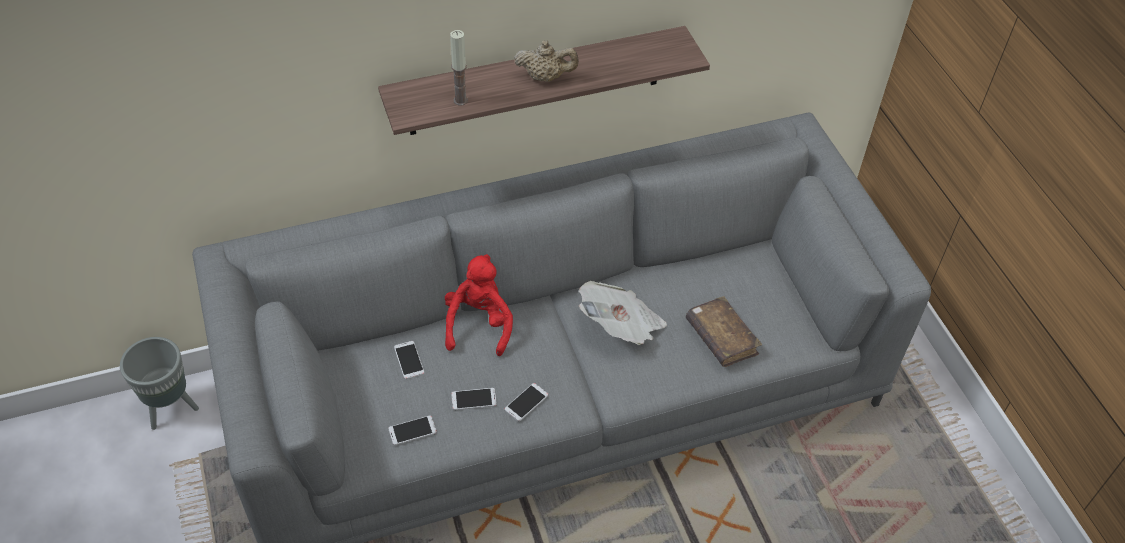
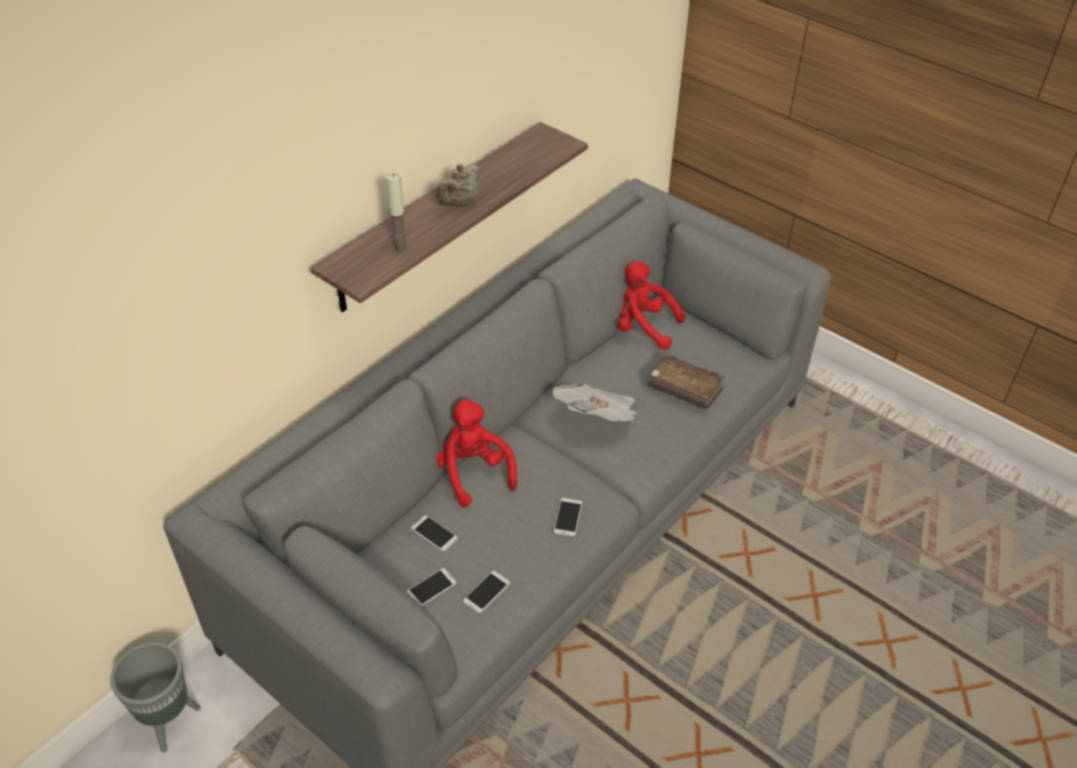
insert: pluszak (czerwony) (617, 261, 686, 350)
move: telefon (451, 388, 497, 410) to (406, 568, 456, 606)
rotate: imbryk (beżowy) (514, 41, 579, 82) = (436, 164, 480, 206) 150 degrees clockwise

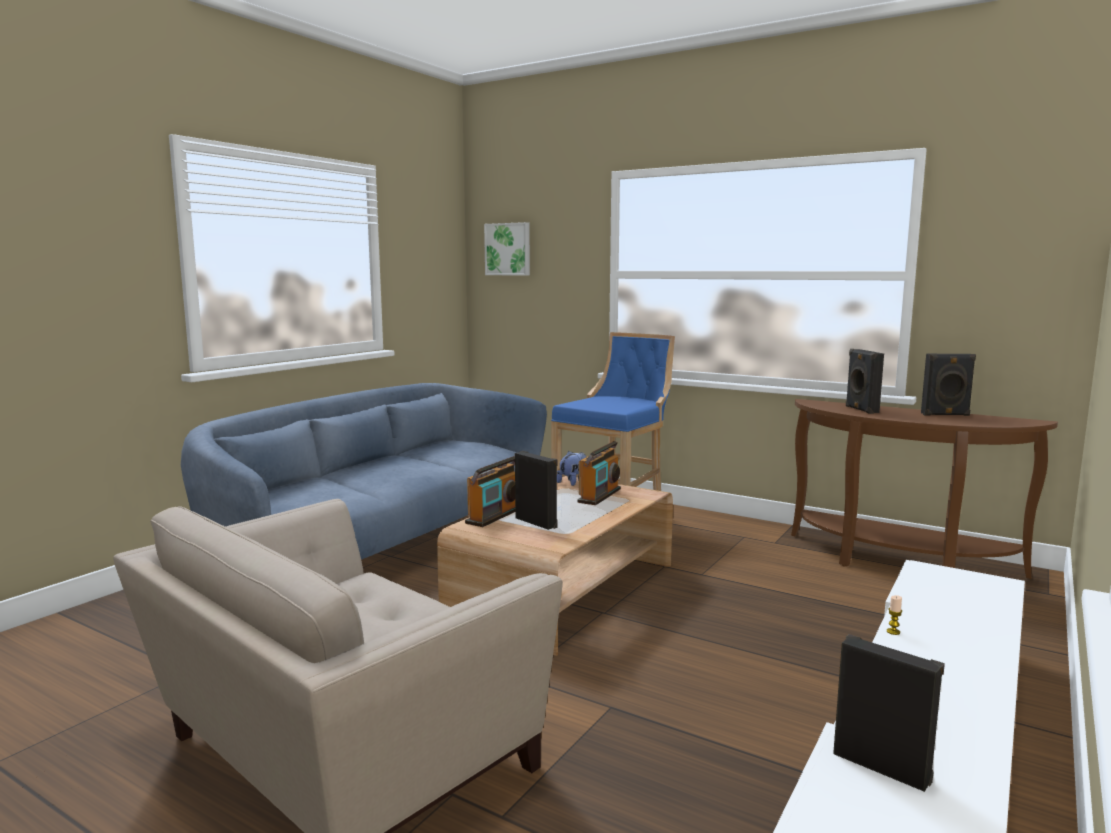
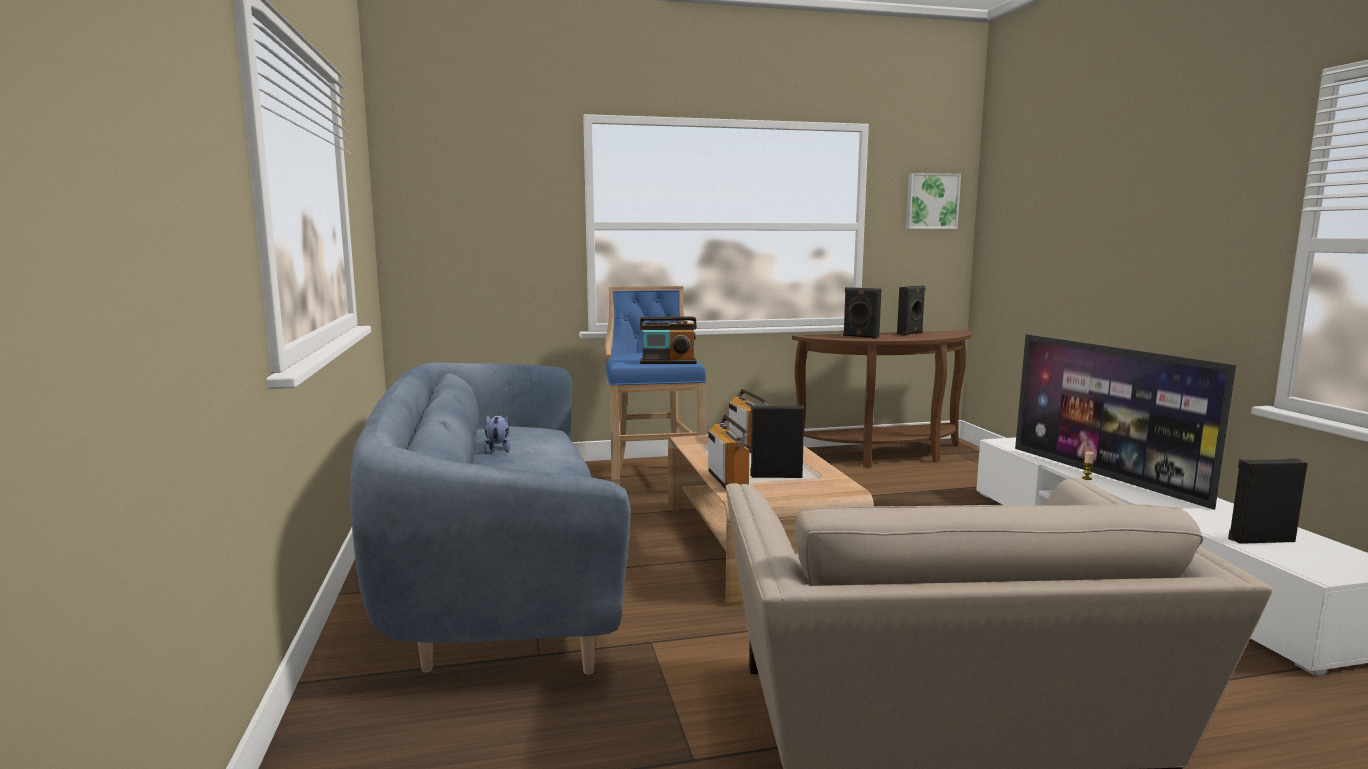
insert: radio (640, 317, 697, 364); telewizor (1015, 334, 1236, 510)
move: obraz (484, 222, 530, 275) to (906, 173, 961, 229); pluszak (557, 451, 586, 486) to (484, 415, 510, 454)

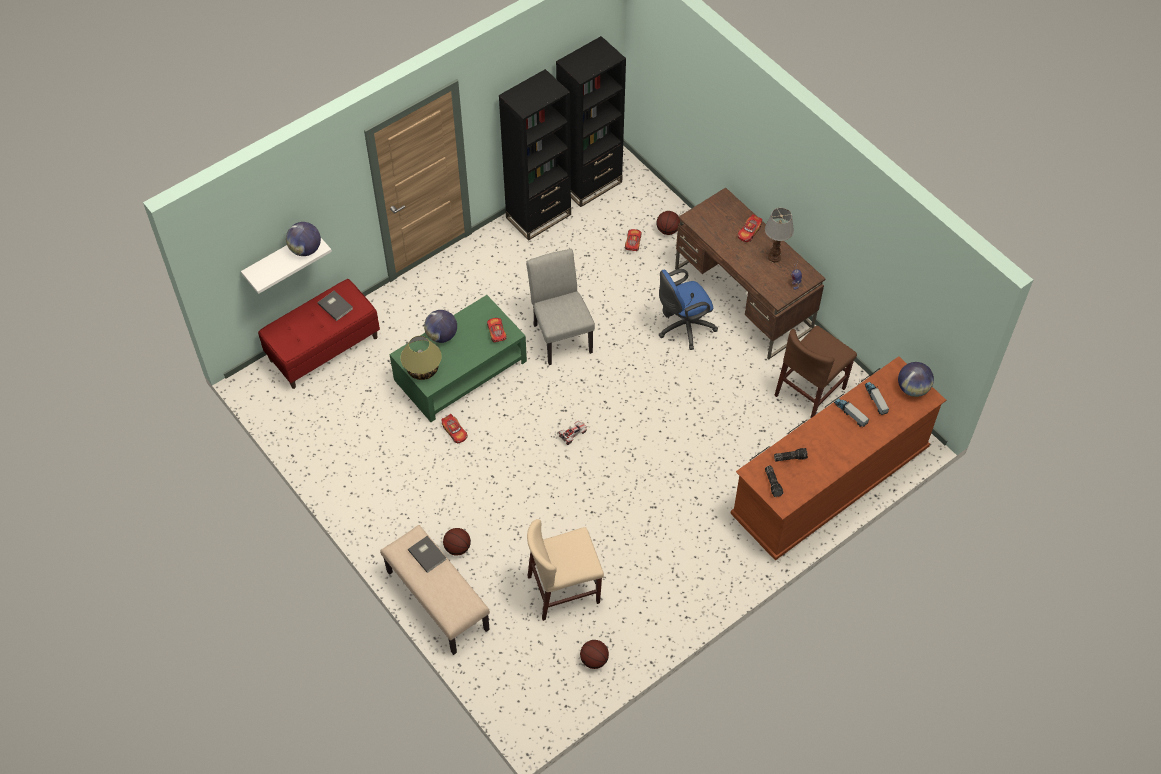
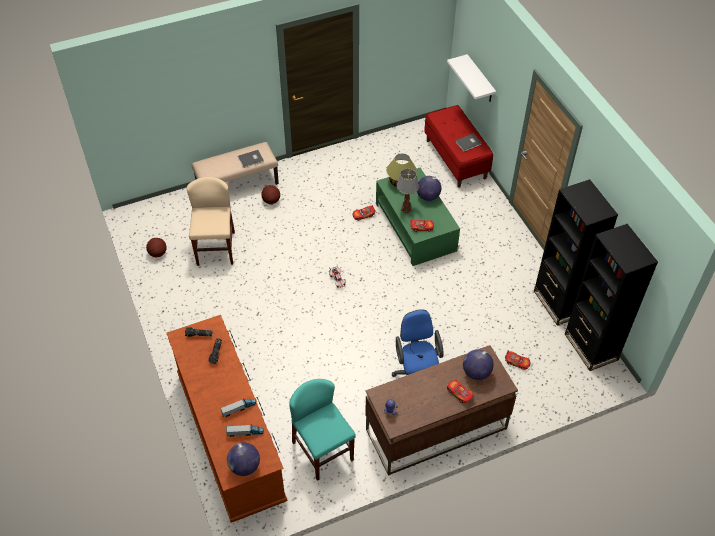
delete: piłka do koszykówki (656, 211, 680, 235); krzesło (szary) (526, 249, 595, 365)
move: lampa stołowa (765, 208, 794, 263) to (396, 169, 419, 213); globus (286, 222, 321, 256) to (463, 349, 494, 380)
recolor: krzesło (brązowy) (774, 326, 857, 419) to krzesło (turkusowy) (289, 379, 356, 481)

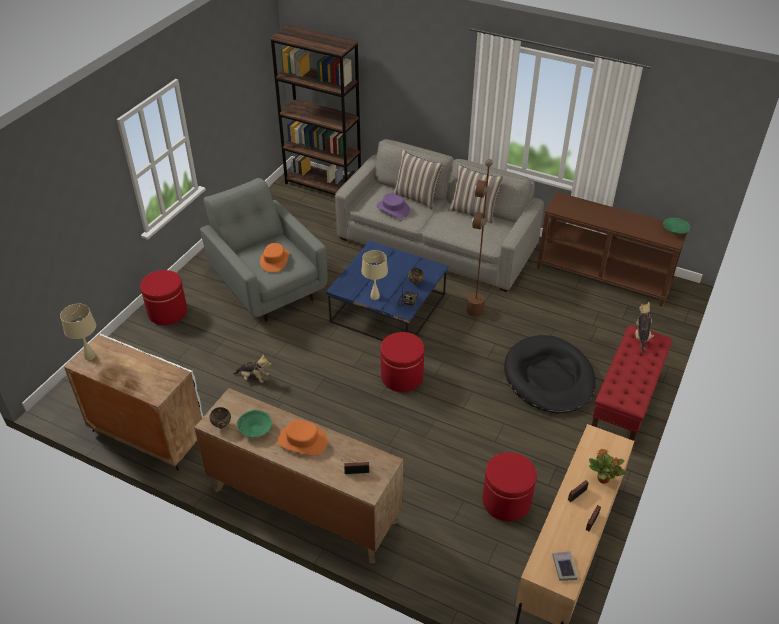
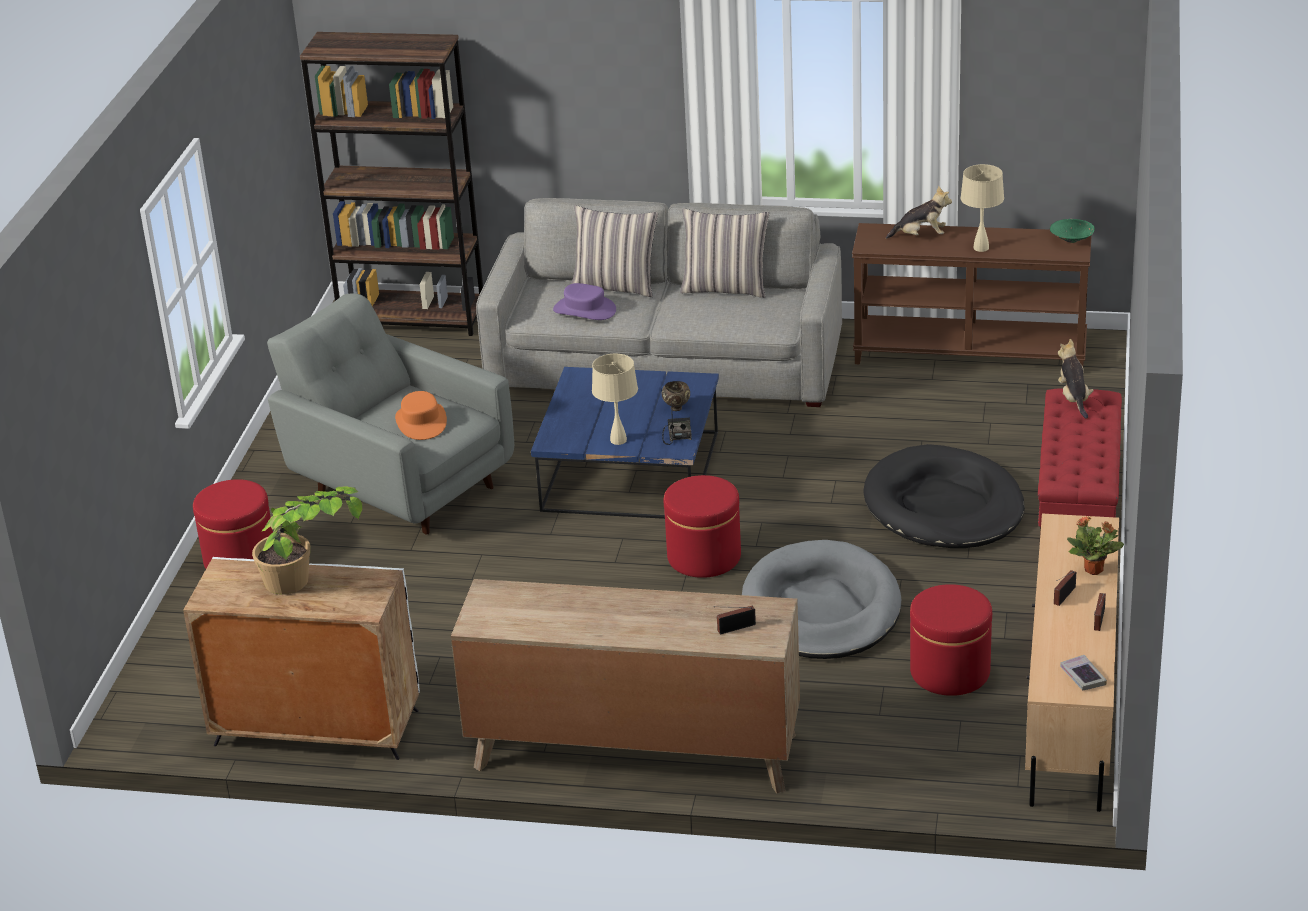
delete: lampa stojąca (brązowy) (467, 159, 640, 317); miska (brązowy) (209, 407, 231, 429); miska (zielony) (237, 410, 272, 437); kapelusz (pomarańczowy) (277, 420, 328, 455)
insert: roślina doniczkowa (252, 486, 362, 595); legowisko (szary) (742, 540, 901, 659)
move: lampa stołowa (beżowy) (60, 304, 96, 360) to (960, 164, 1004, 252); pluszak (233, 354, 271, 383) to (886, 185, 952, 239)

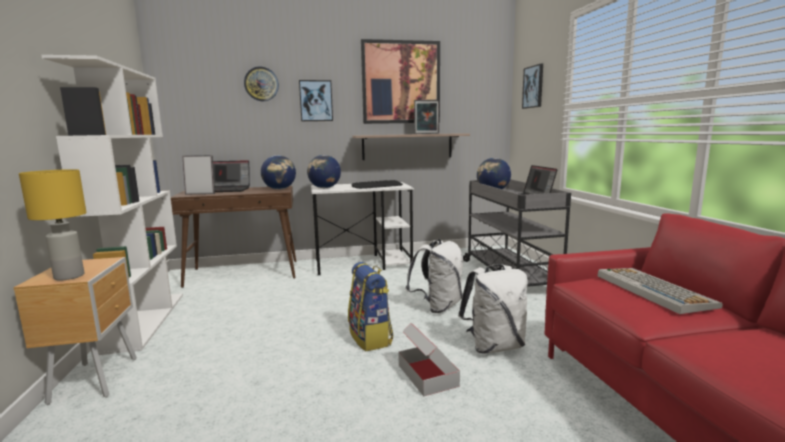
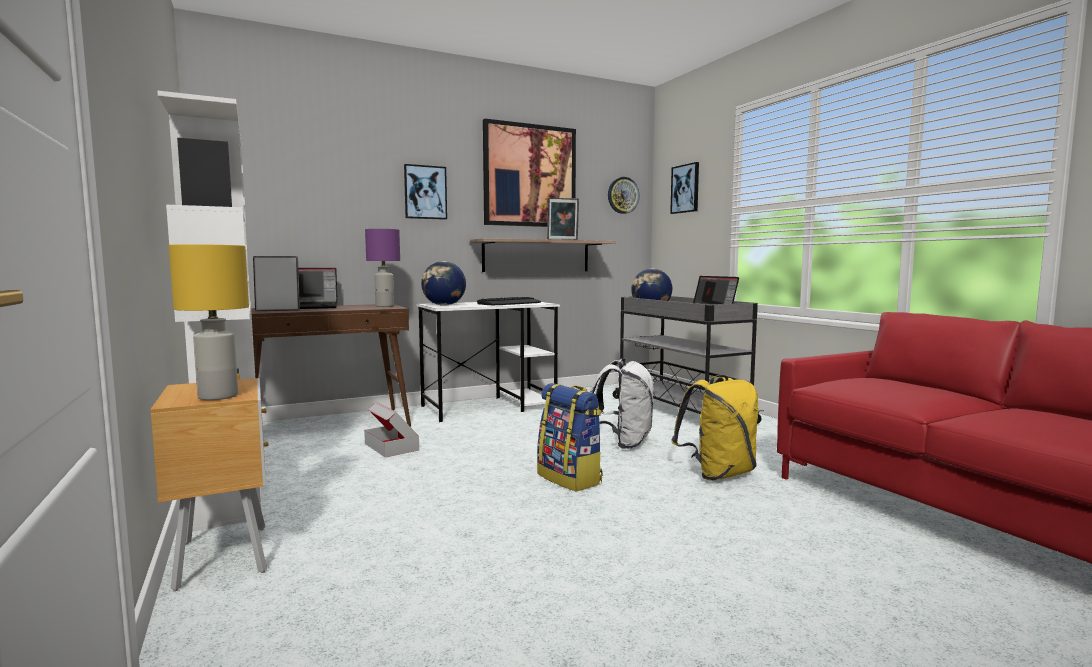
delete: klawiatura (598, 268, 723, 314)
move: zegar ścienny (244, 67, 279, 101) to (608, 177, 640, 214); karton (398, 323, 460, 396) to (364, 402, 419, 457)
replace: globus (261, 155, 296, 190) to lampa stołowa (fioletowy) (365, 229, 400, 307)
recolor: plecak (biały) (458, 264, 528, 354) to plecak (żółty) (671, 375, 759, 481)

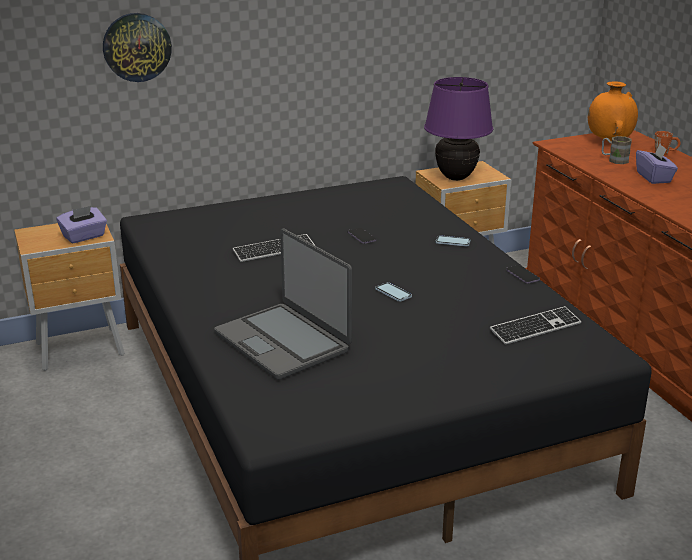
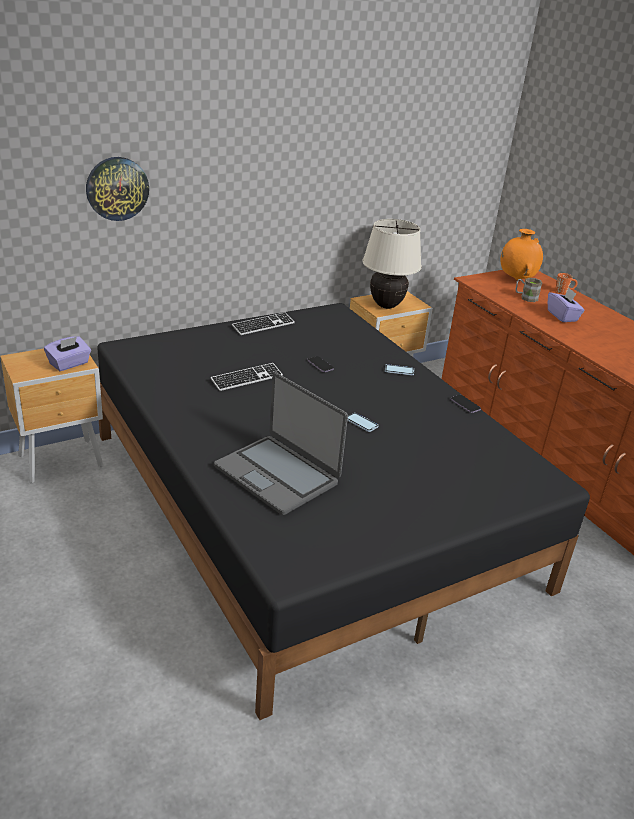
move: klawiatura (490, 306, 582, 345) to (232, 312, 295, 335)
recolor: lampa stołowa (fioletowy) (424, 77, 493, 181) to lampa stołowa (beżowy) (362, 219, 422, 309)

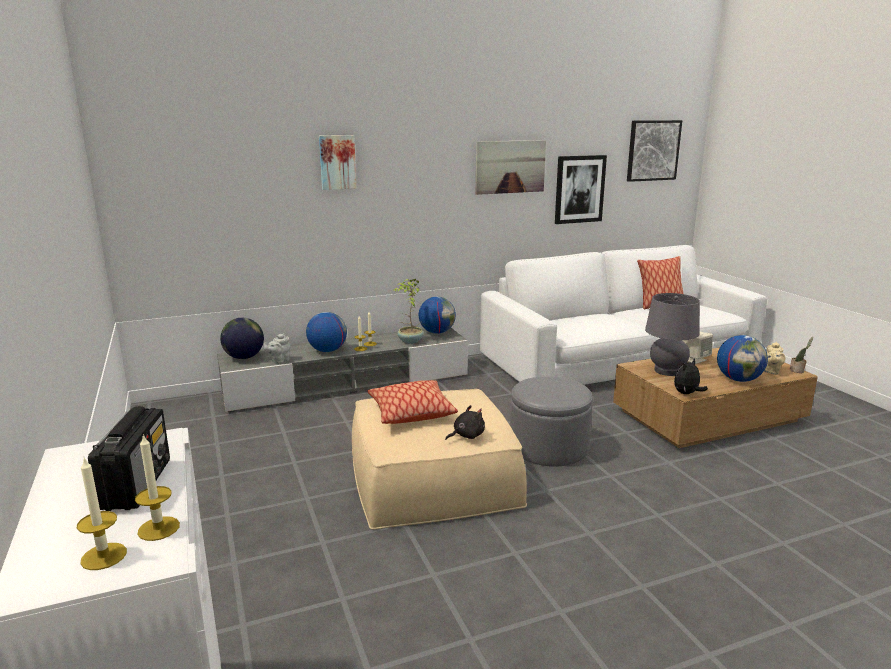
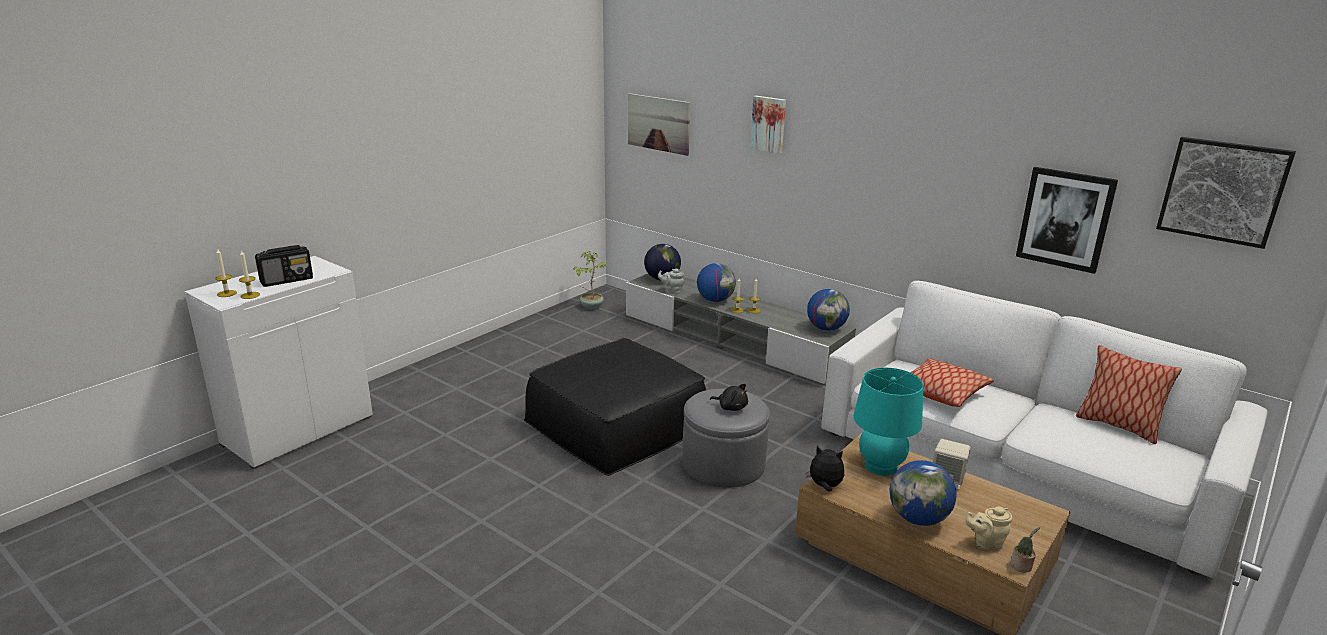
move: obraz (476, 140, 546, 195) to (628, 93, 690, 156); roślina doniczkowa (394, 279, 423, 344) to (573, 251, 606, 309); poduszka (367, 380, 458, 424) to (910, 358, 994, 407); pluszak (czarny) (445, 405, 485, 440) to (710, 384, 748, 411)
recolor: lampa stołowa (szary) (645, 293, 700, 376) to lampa stołowa (turkusowy) (853, 368, 924, 476); pufa (beżowy) (352, 389, 527, 530) to pufa (czarny) (524, 338, 706, 476)

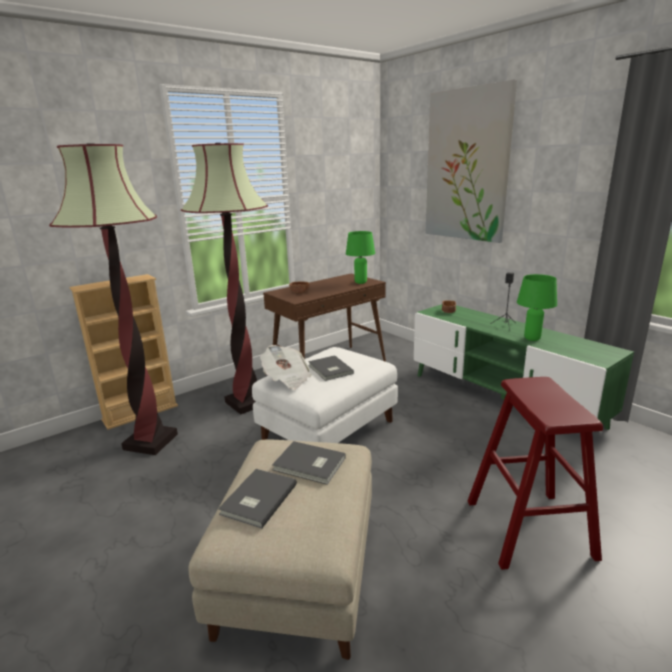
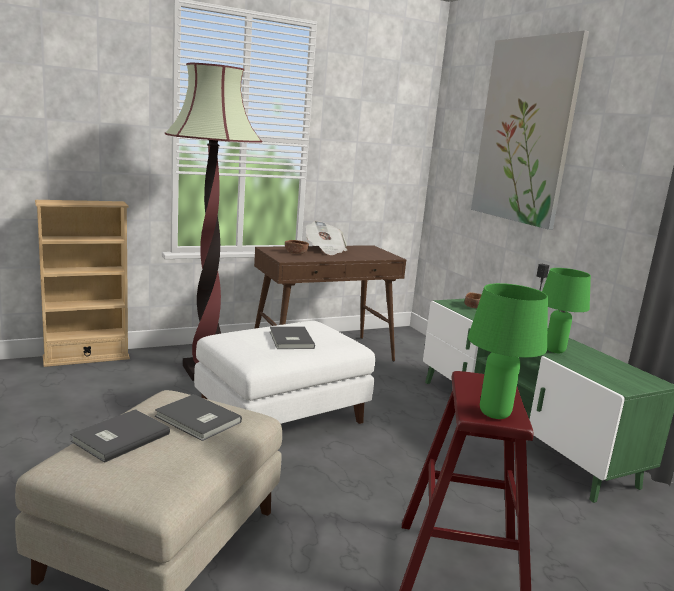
delete: lampa stojąca (49, 143, 178, 455)
move: lampa stołowa (zielony) (346, 231, 375, 284) to (468, 283, 548, 419); gazeta (260, 345, 312, 389) to (306, 221, 347, 255)

